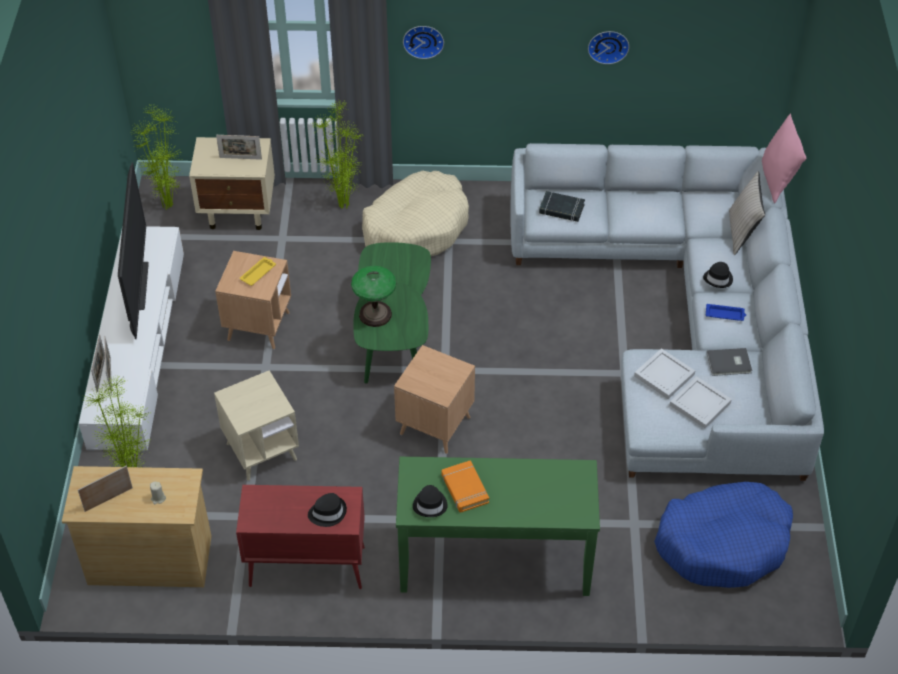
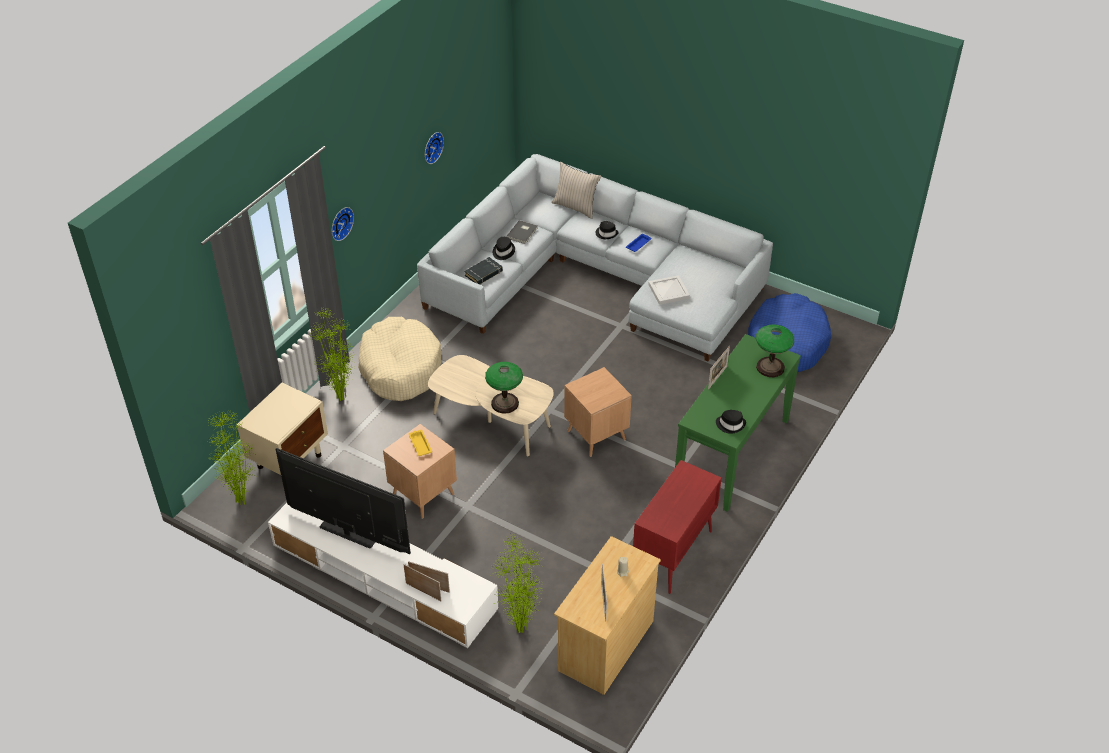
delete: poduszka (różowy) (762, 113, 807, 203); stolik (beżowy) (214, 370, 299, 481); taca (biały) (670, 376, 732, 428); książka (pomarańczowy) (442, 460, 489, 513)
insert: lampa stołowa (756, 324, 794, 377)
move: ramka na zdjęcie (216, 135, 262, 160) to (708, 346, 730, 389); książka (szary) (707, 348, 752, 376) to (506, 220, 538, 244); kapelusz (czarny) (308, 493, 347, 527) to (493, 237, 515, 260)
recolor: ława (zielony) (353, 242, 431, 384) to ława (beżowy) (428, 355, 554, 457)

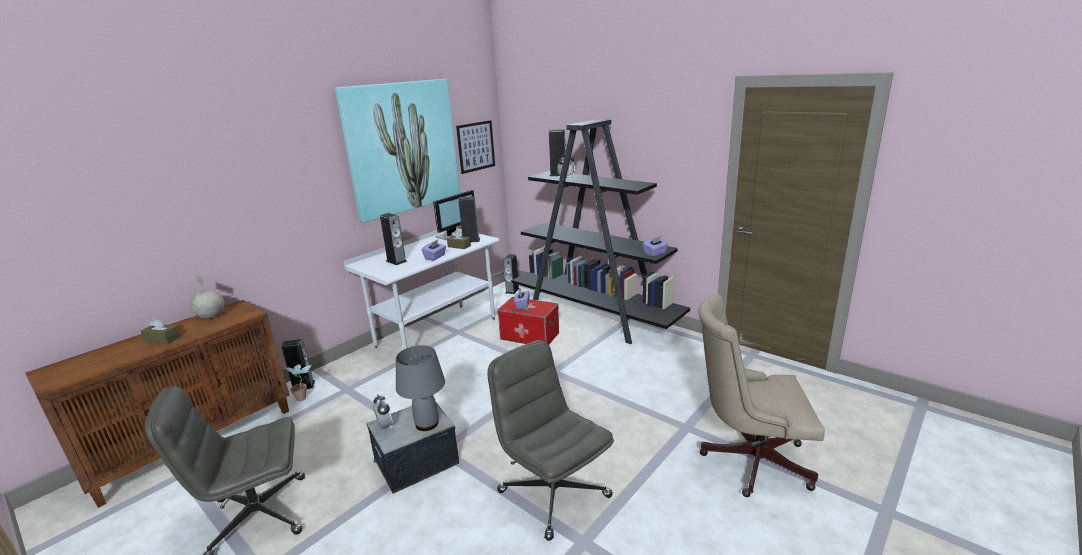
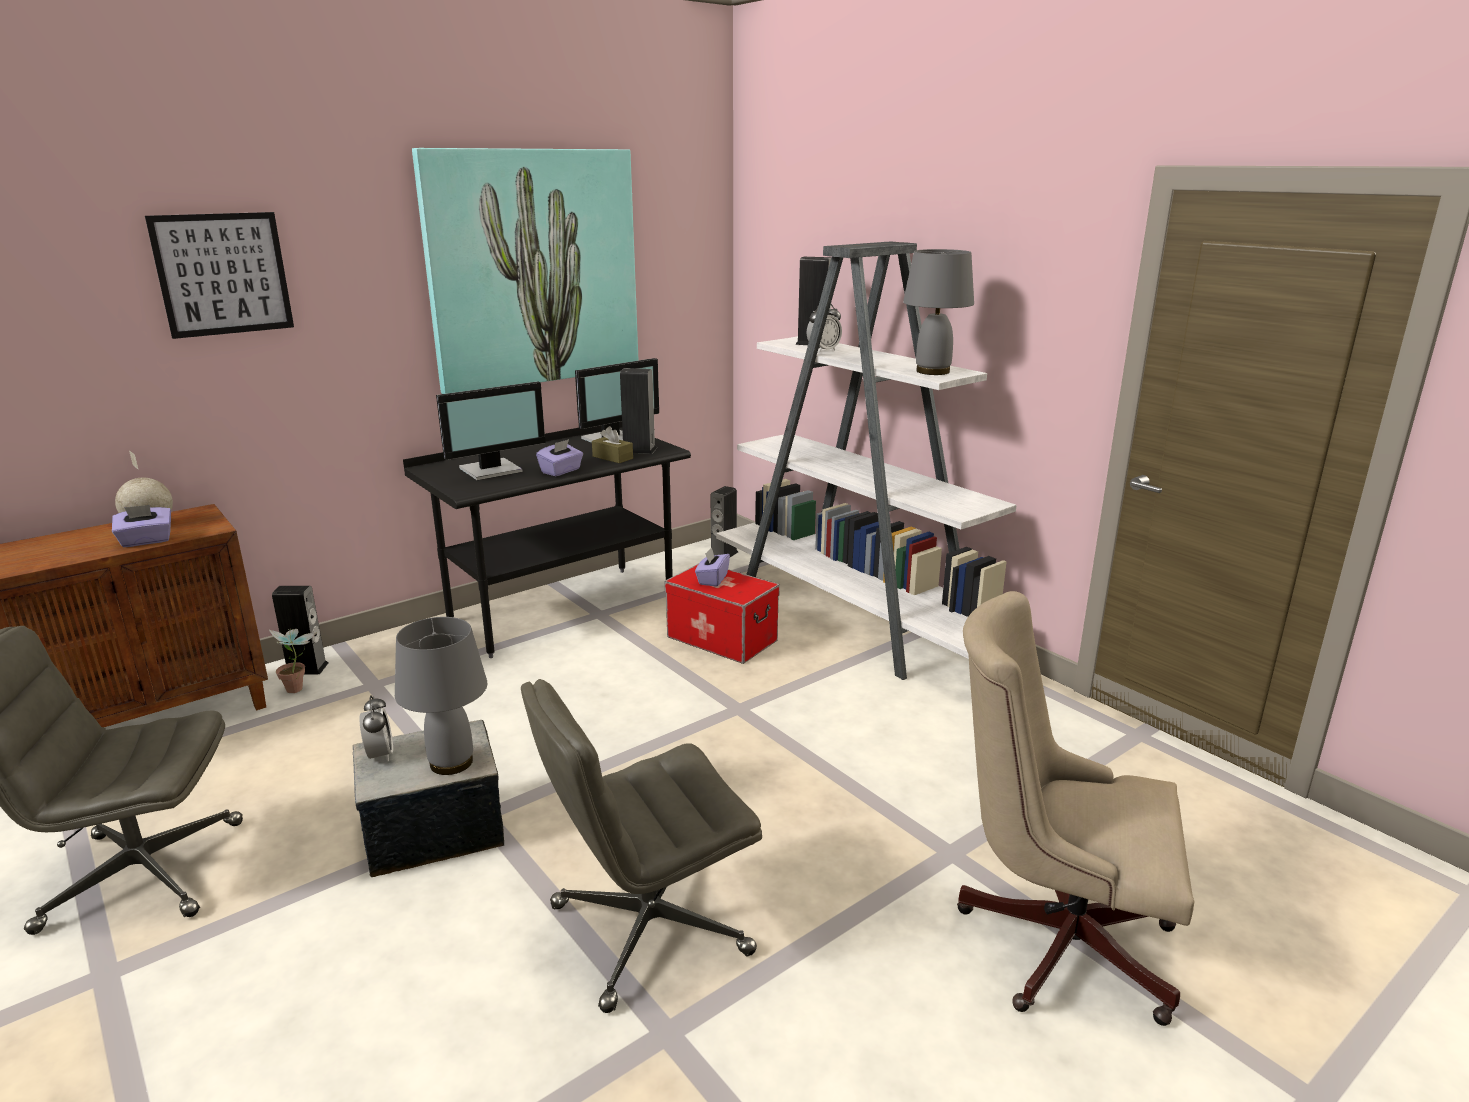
delete: pudełko chusteczek (brązowy) (141, 318, 181, 344)
insert: lampa stołowa (szary) (903, 249, 974, 375)
move: obraz (456, 120, 495, 174) to (145, 212, 294, 339); pudełko chusteczek (fioletowy) (642, 236, 668, 257) to (112, 505, 171, 547)
replace: głośnik (380, 213, 407, 265) to monitor (436, 381, 545, 480)
recolor: regał (czarny) (512, 119, 690, 344) to regał (biały) (716, 241, 1017, 680); biurko (biały) (343, 228, 500, 350) to biurko (czarny) (403, 421, 691, 658)
rotate: krzesło biurowe (szary) (487, 340, 614, 541) = (521, 679, 762, 1013) 90 degrees counterclockwise

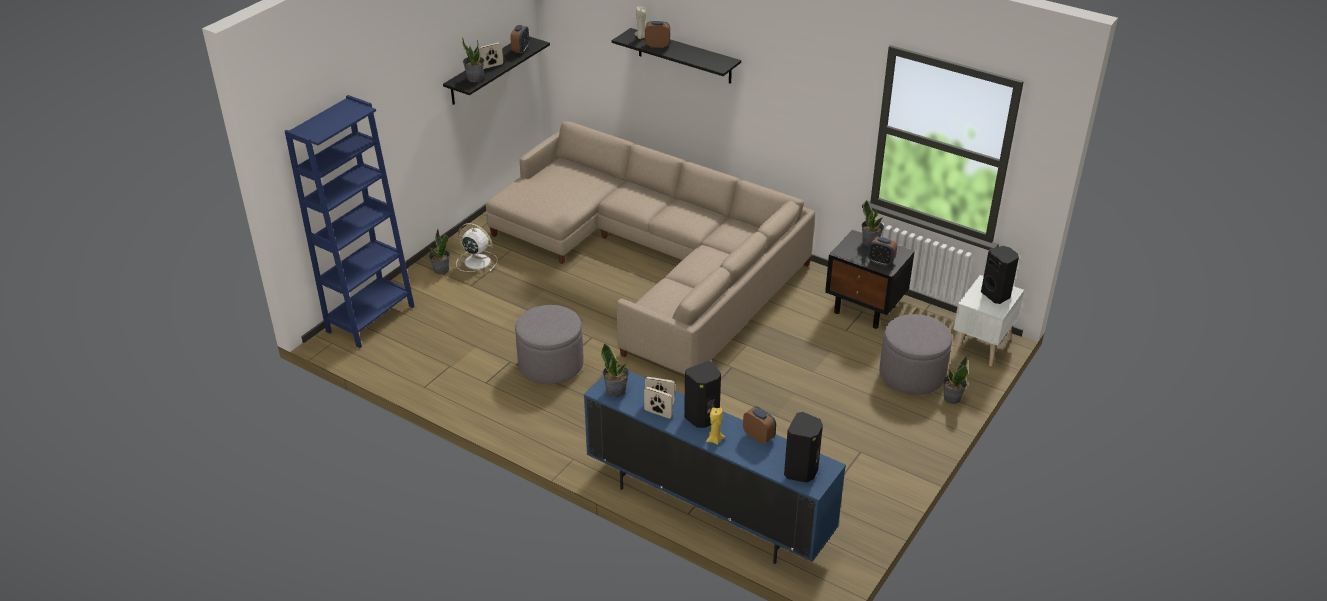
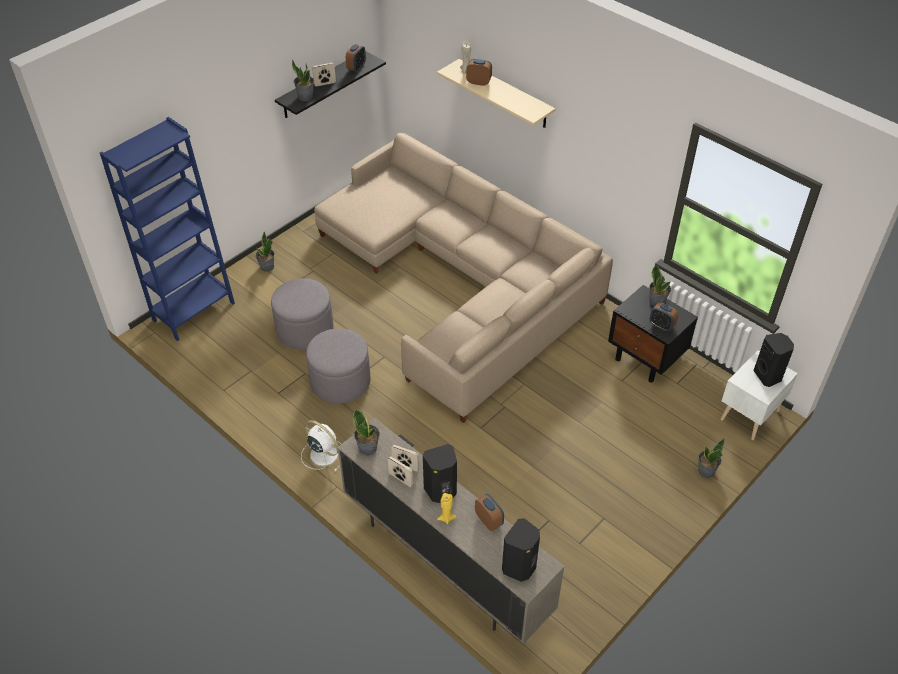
move: wentylator (biały) (456, 223, 498, 272) to (301, 420, 341, 471); pufa (szary) (879, 314, 952, 394) to (271, 278, 334, 350)
recolor: półka (czarny) (612, 28, 741, 84) to półka (beżowy) (437, 59, 556, 128); szafka pod telewizor (niebieski) (584, 371, 846, 564) to szafka pod telewizor (beżowy) (338, 418, 565, 644)

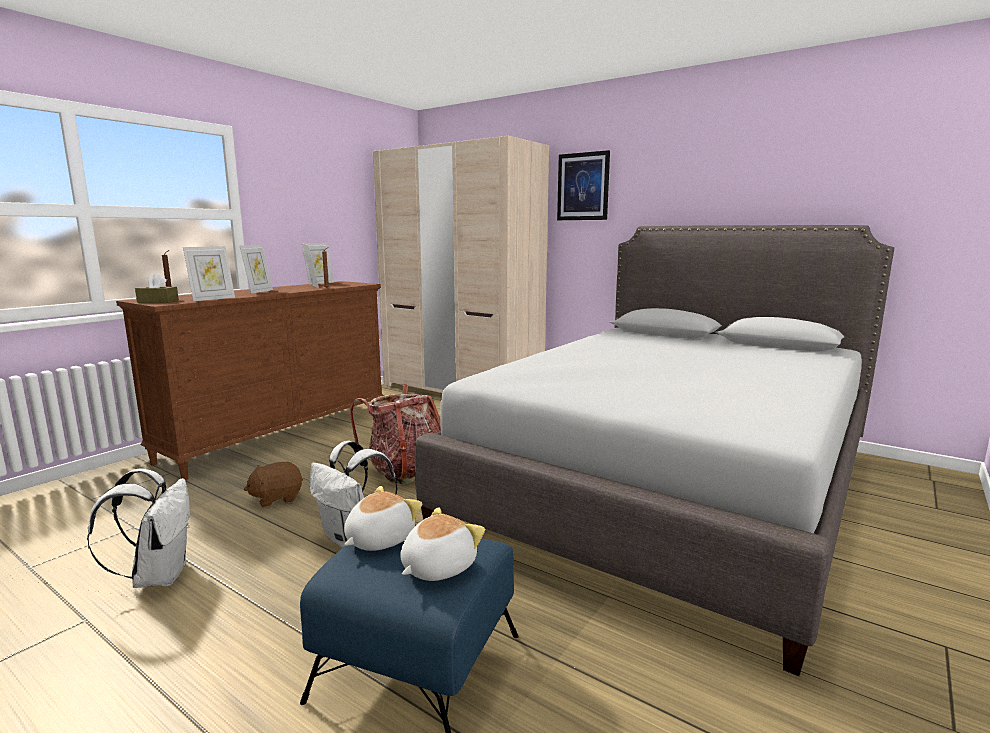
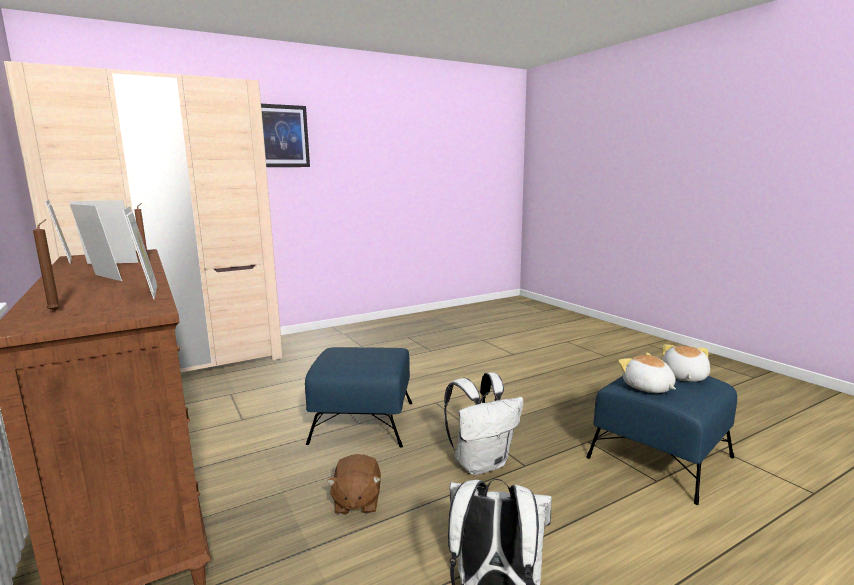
delete: łóżko (szary) (415, 225, 894, 676); pudełko chusteczek (brązowy) (135, 273, 179, 303)
replace: plecak (350, 384, 441, 484) to pufa (niebieski) (305, 347, 412, 447)
rotate: pluszak (400, 507, 485, 581) = (662, 344, 710, 382) 45 degrees clockwise

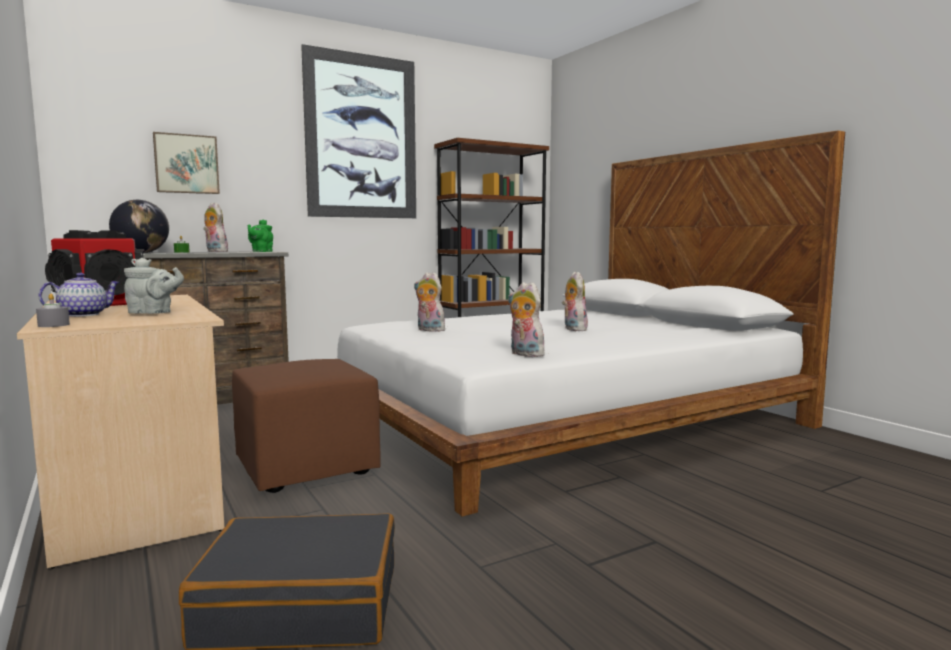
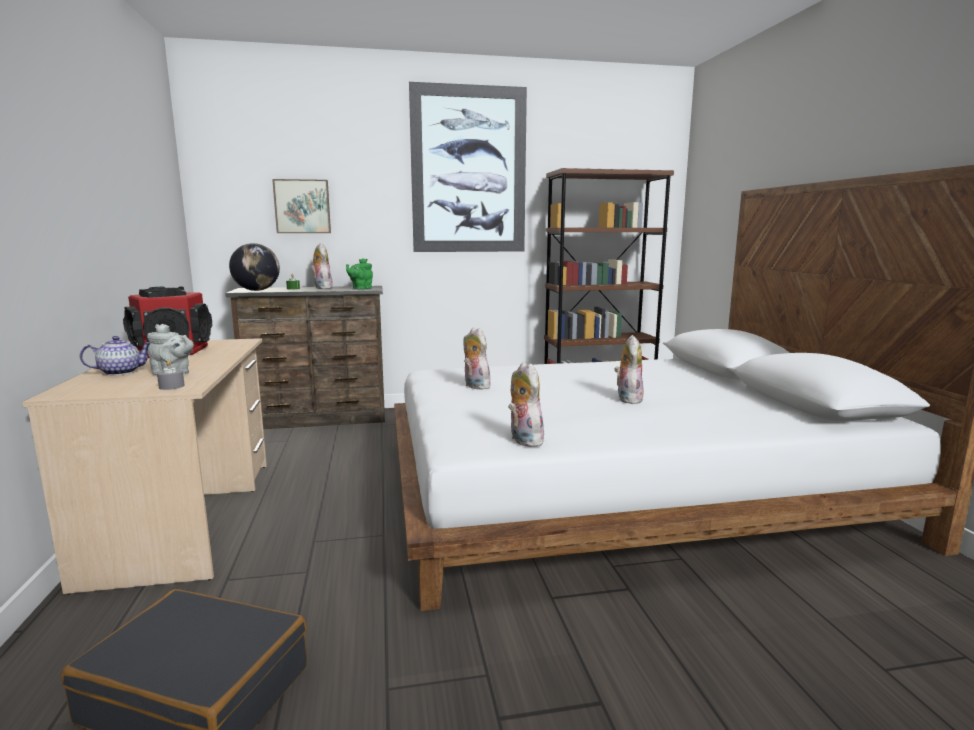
delete: pufa (brązowy) (232, 359, 381, 493)
move: świeca (szary) (36, 293, 70, 327) to (157, 360, 185, 390)

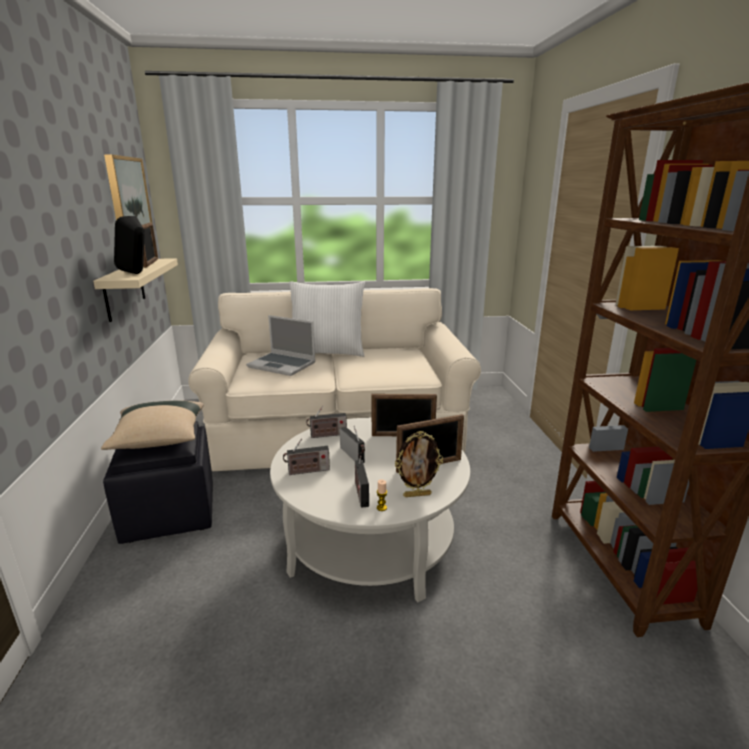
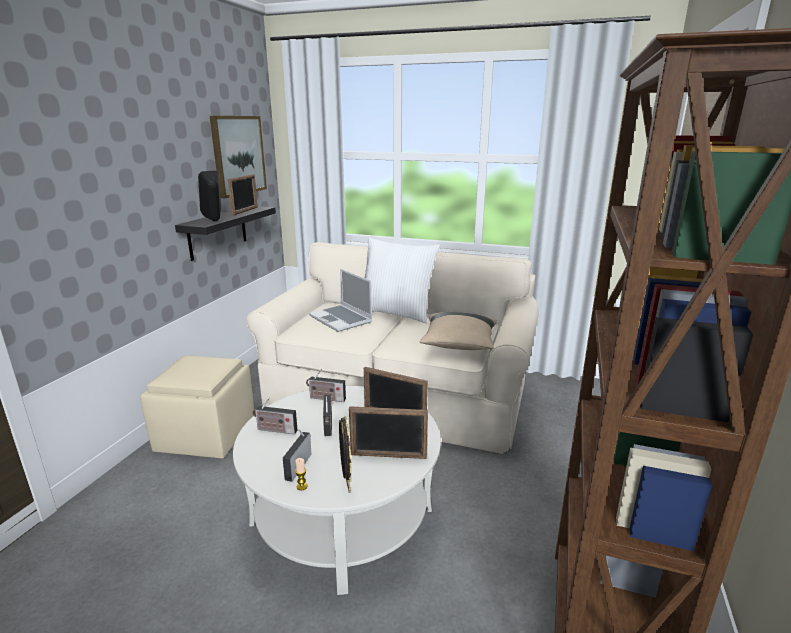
move: poduszka (beżowy) (101, 400, 204, 450) to (419, 312, 497, 350)
recolor: półka (beżowy) (93, 258, 178, 322) to półka (czarny) (175, 206, 276, 261); pufa (czarny) (103, 421, 213, 544) to pufa (beżowy) (140, 355, 254, 458)
rotate: ramka na zdjęcie (395, 431, 443, 497) = (339, 416, 352, 493) 120 degrees counterclockwise

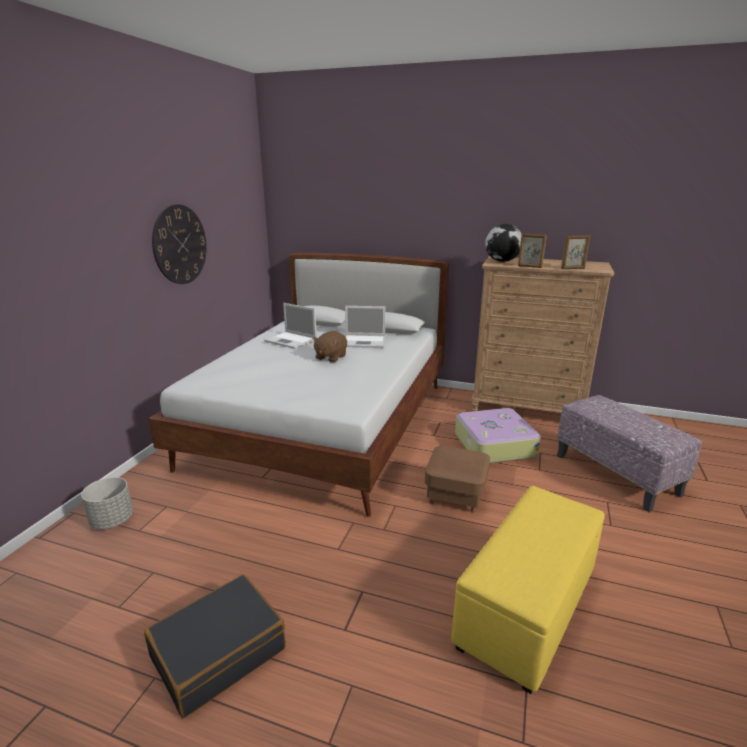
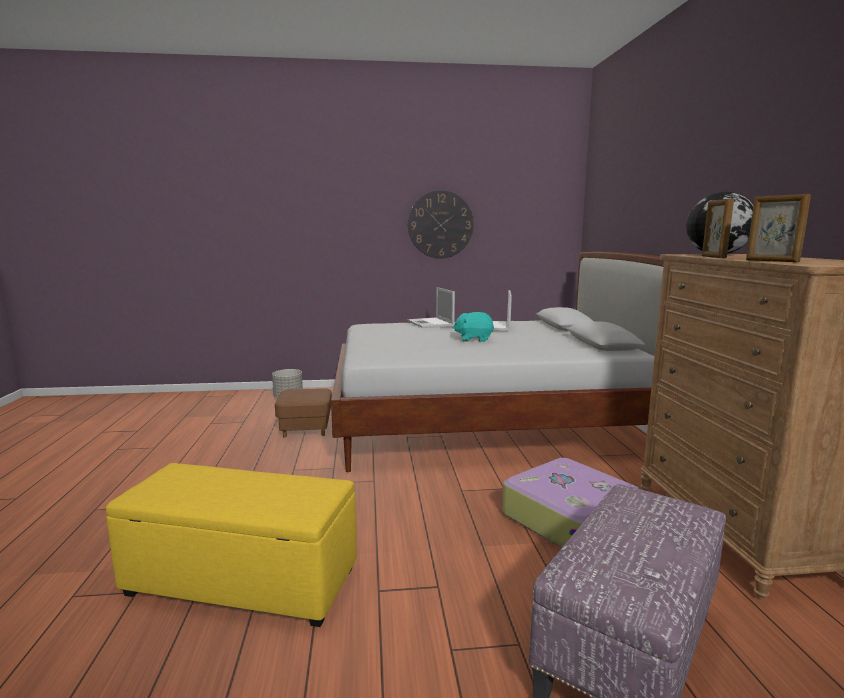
delete: walizka (czarny) (144, 575, 286, 718)
move: laptop (345, 306, 385, 348) to (407, 287, 455, 328); pufa (brązowy) (425, 446, 490, 513) to (275, 388, 332, 438)
recolor: pluszak (brązowy) (312, 331, 347, 362) to pluszak (turkusowy) (452, 312, 494, 342)

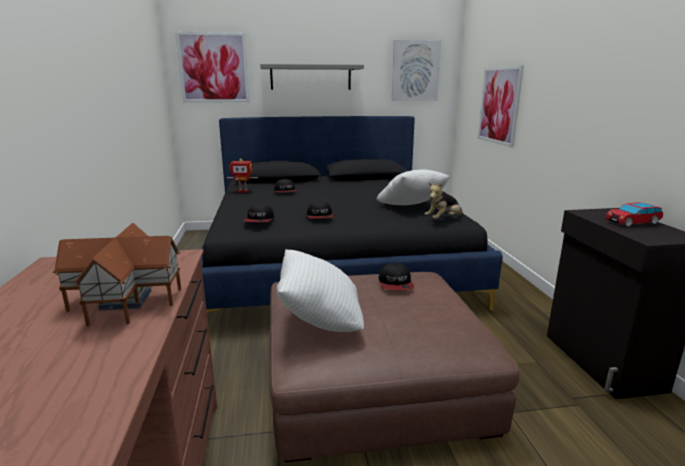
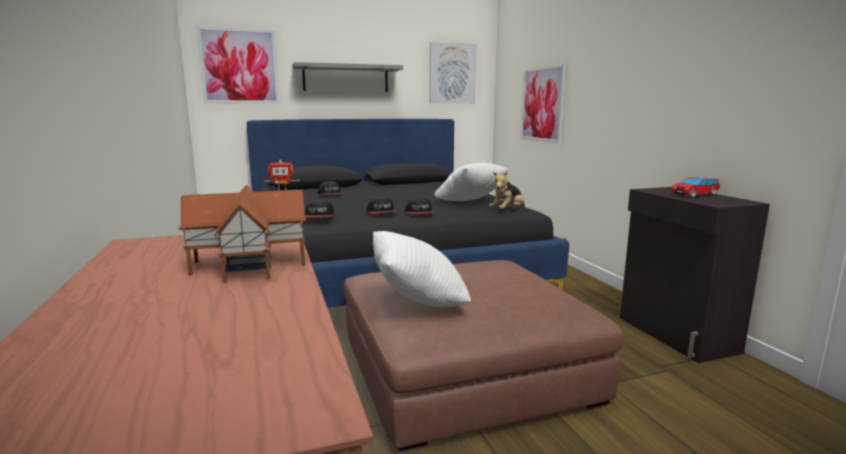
move: czapka z daszkiem (379, 263, 414, 290) to (405, 197, 435, 214)

